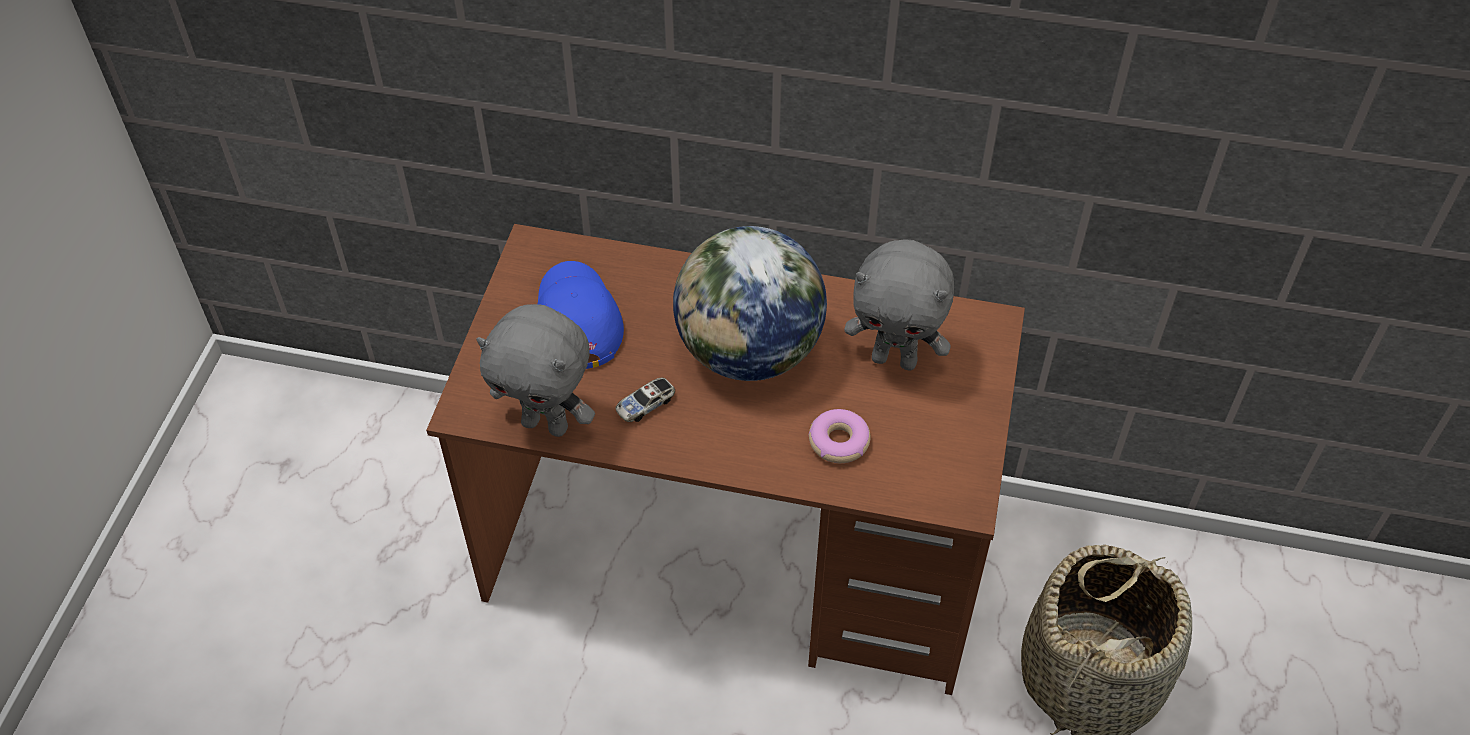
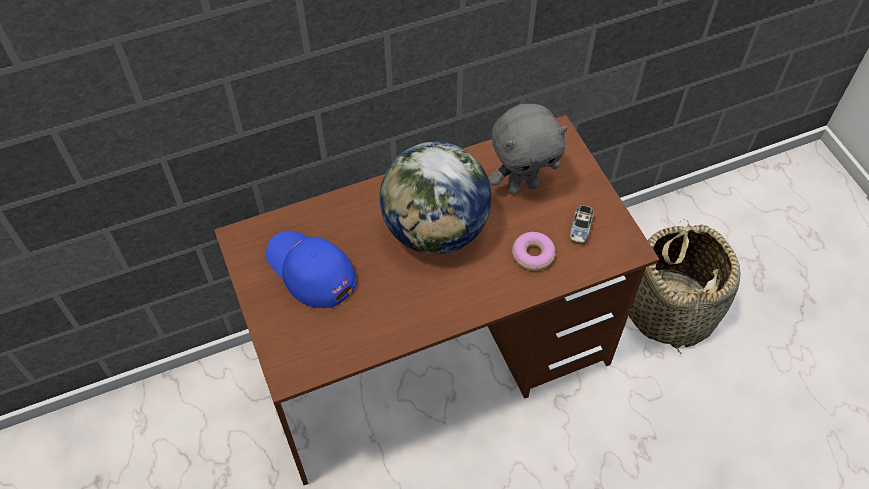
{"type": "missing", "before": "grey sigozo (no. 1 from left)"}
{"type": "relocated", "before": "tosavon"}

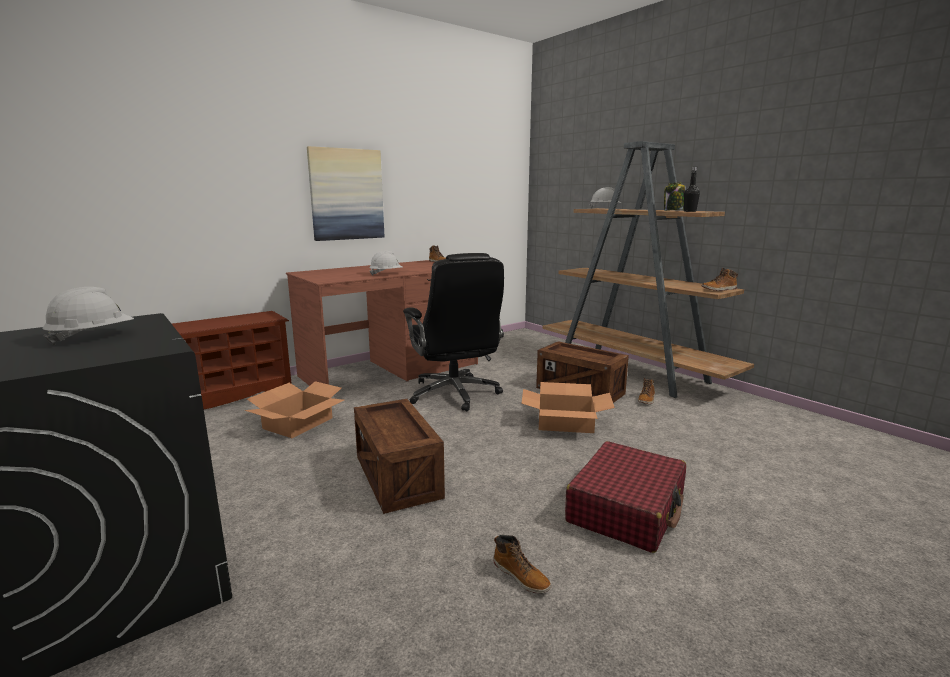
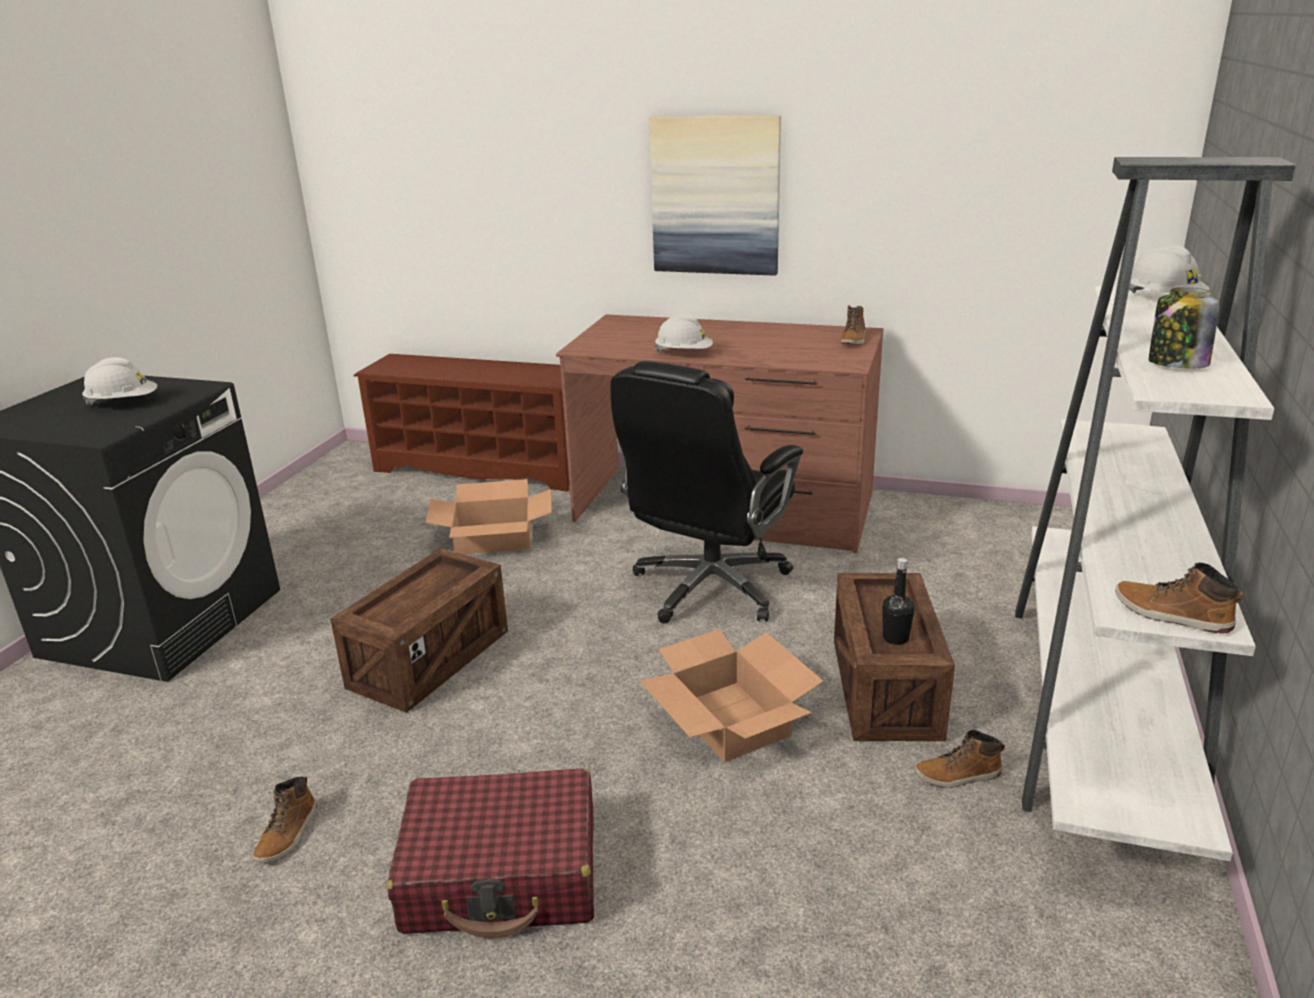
{"type": "relocated", "before": "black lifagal"}
{"type": "colour", "before": "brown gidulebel", "after": "white gidulebel"}

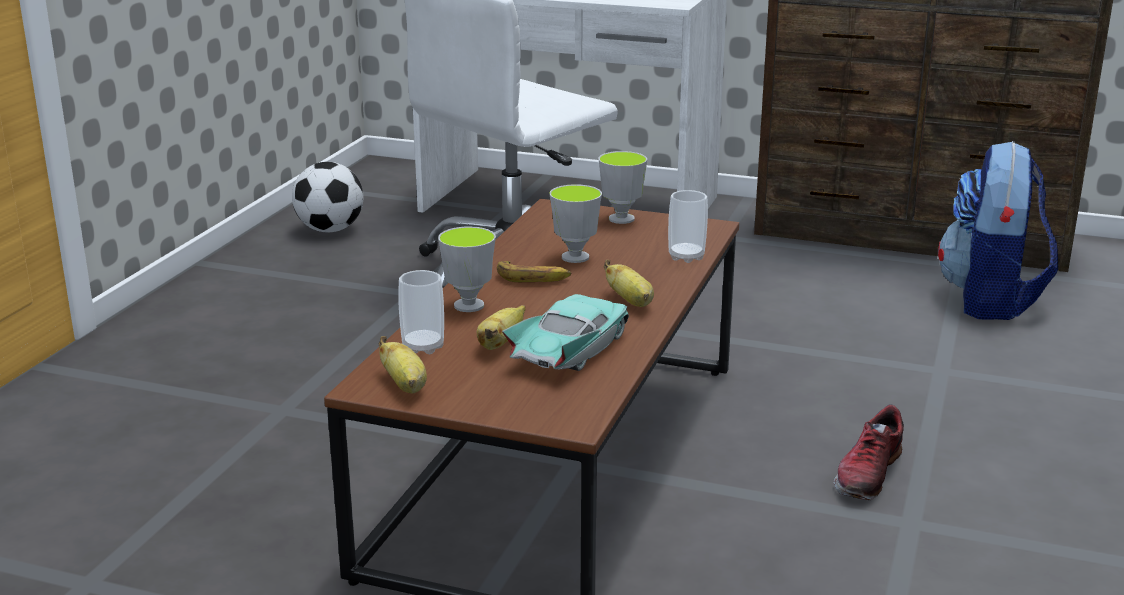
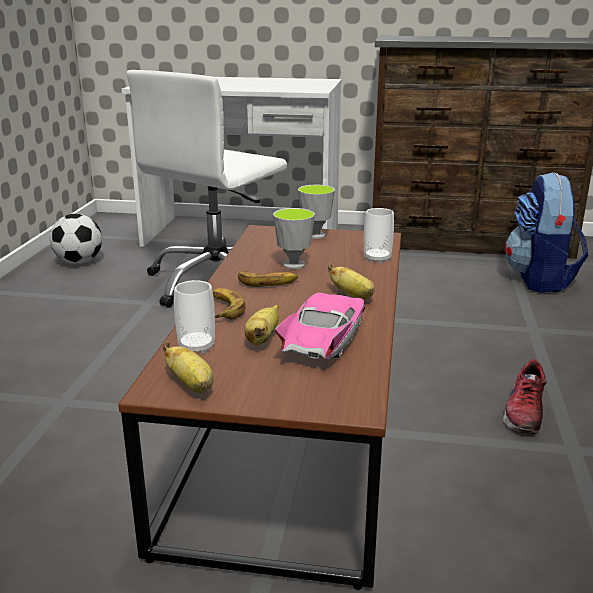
{"type": "exchanged", "before": "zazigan (no. 2 from left)", "after": "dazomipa (no. 2 from left)"}
{"type": "colour", "before": "turquoise tosavon", "after": "pink tosavon"}

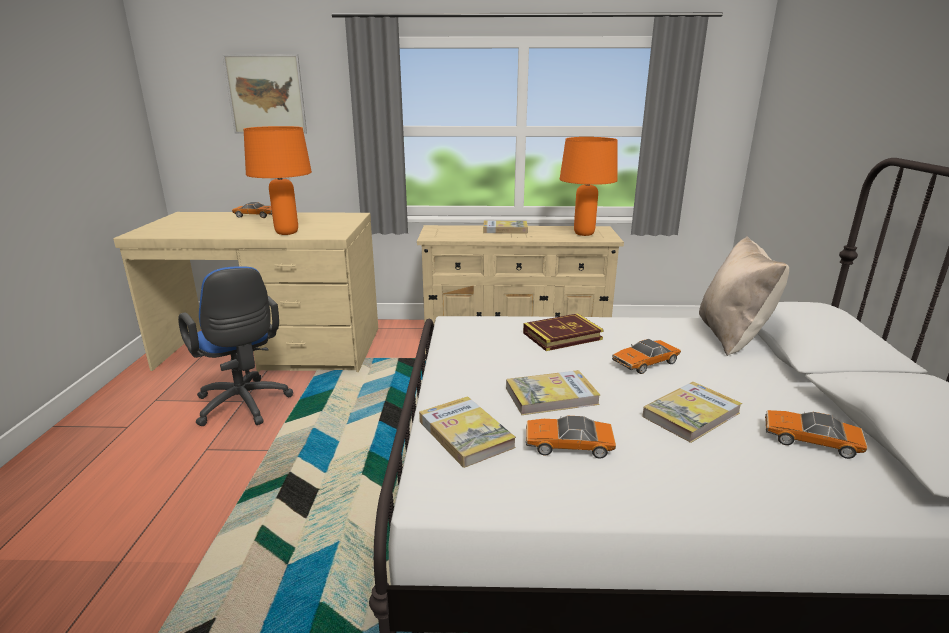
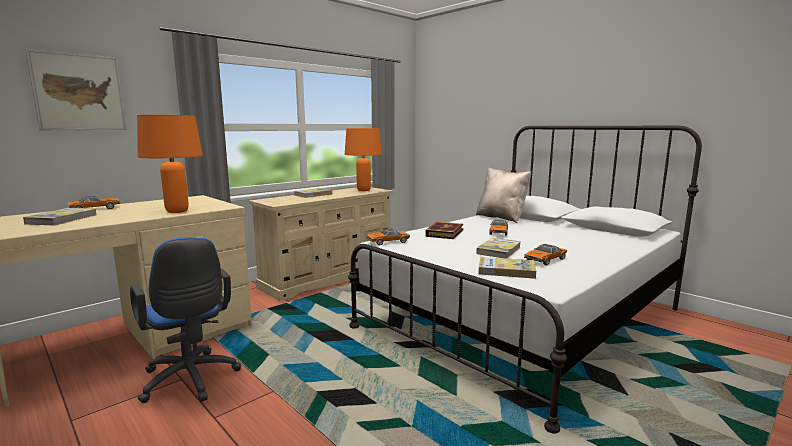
{"type": "relocated", "before": "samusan (no. 5 from left in the first image)", "after": "samusan (no. 1 from left)"}
{"type": "relocated", "before": "tosavon (no. 4 from left in the first image)", "after": "tosavon (no. 2 from left)"}
{"type": "spun", "before": "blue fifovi", "turn": 45}

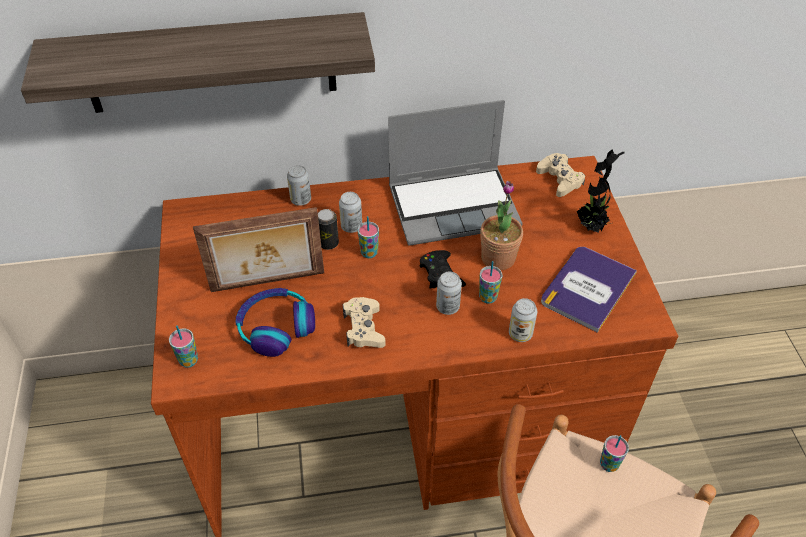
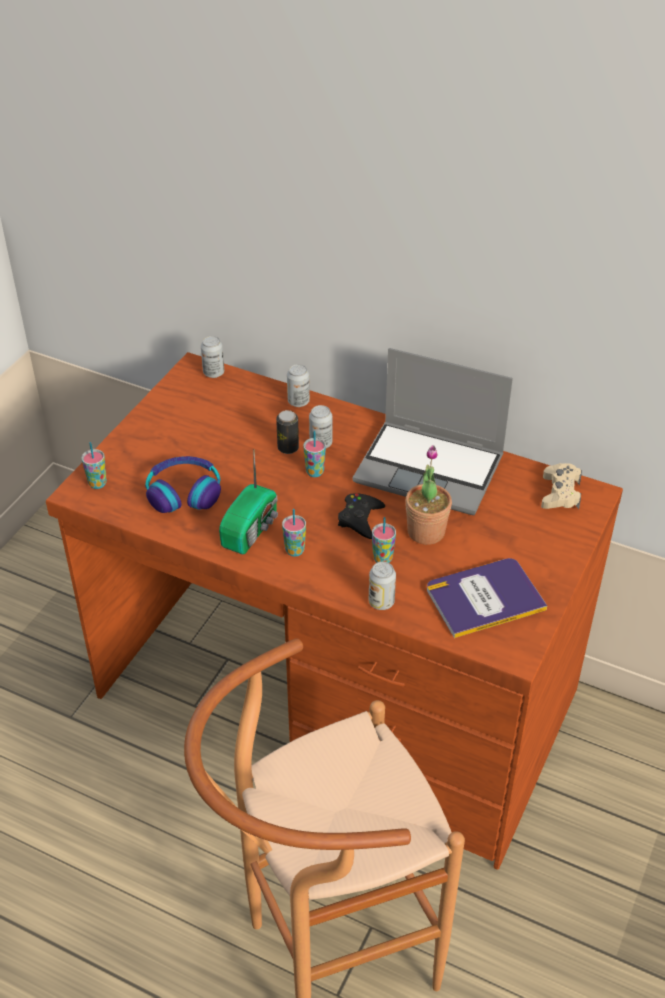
{"type": "missing", "before": "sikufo"}
{"type": "missing", "before": "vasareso"}
{"type": "missing", "before": "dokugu (no. 2 from left)"}
{"type": "relocated", "before": "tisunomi (no. 4 from left in the first image)", "after": "tisunomi (no. 1 from left)"}
{"type": "relocated", "before": "zazigan (no. 4 from left in the first image)", "after": "zazigan (no. 2 from left)"}
{"type": "exchanged", "before": "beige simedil (no. 1 from left)", "after": "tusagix"}

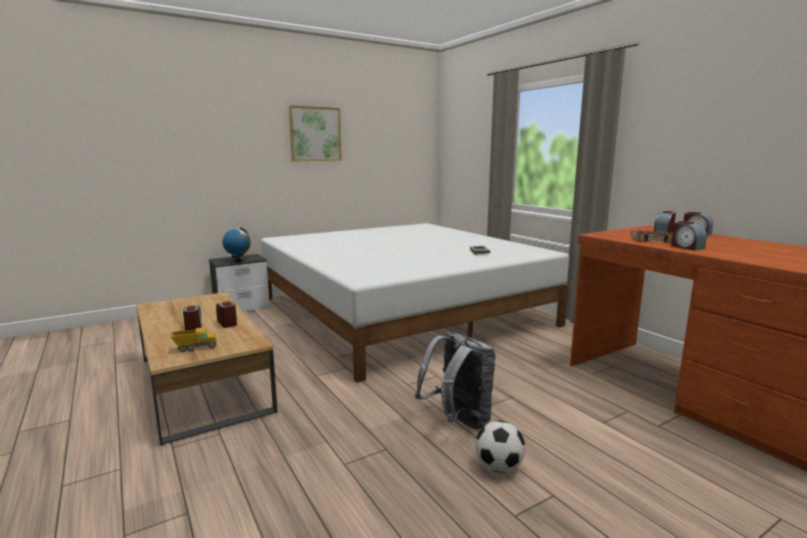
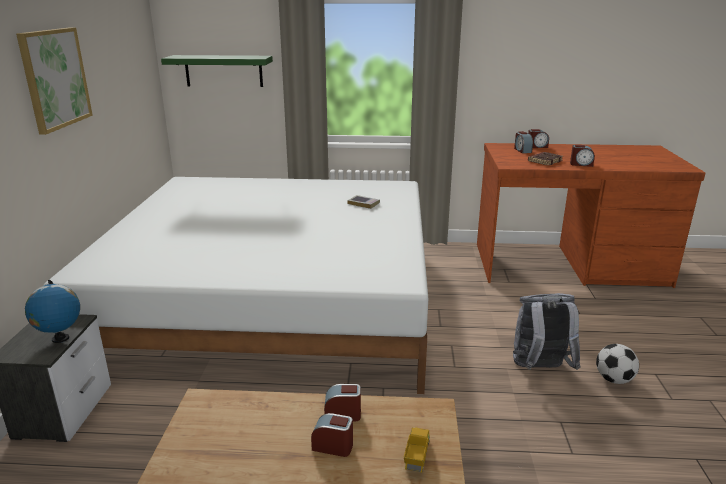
{"type": "appeared", "after": "green sikufo"}

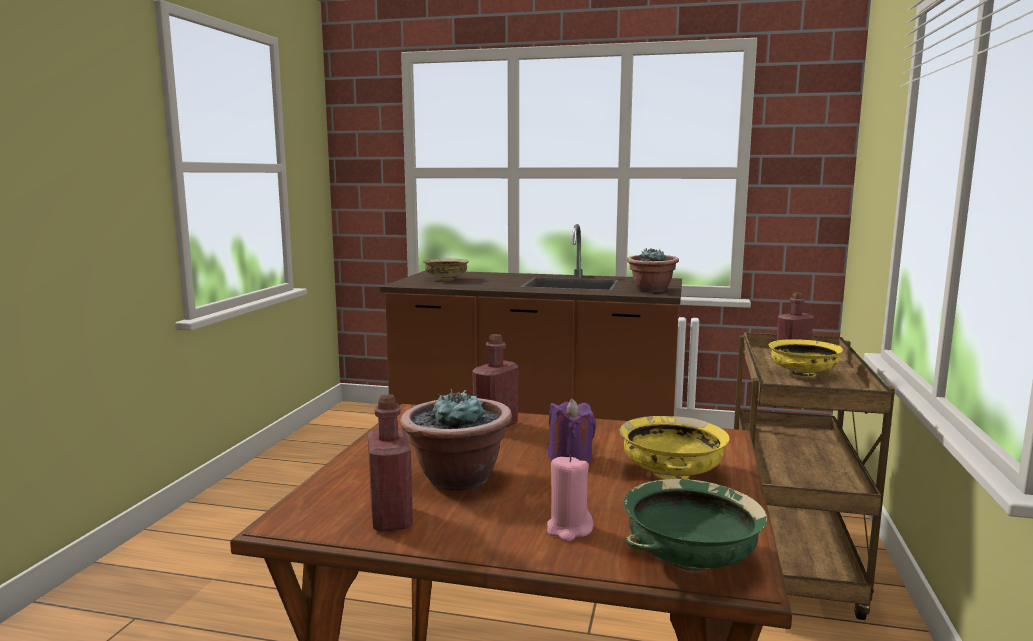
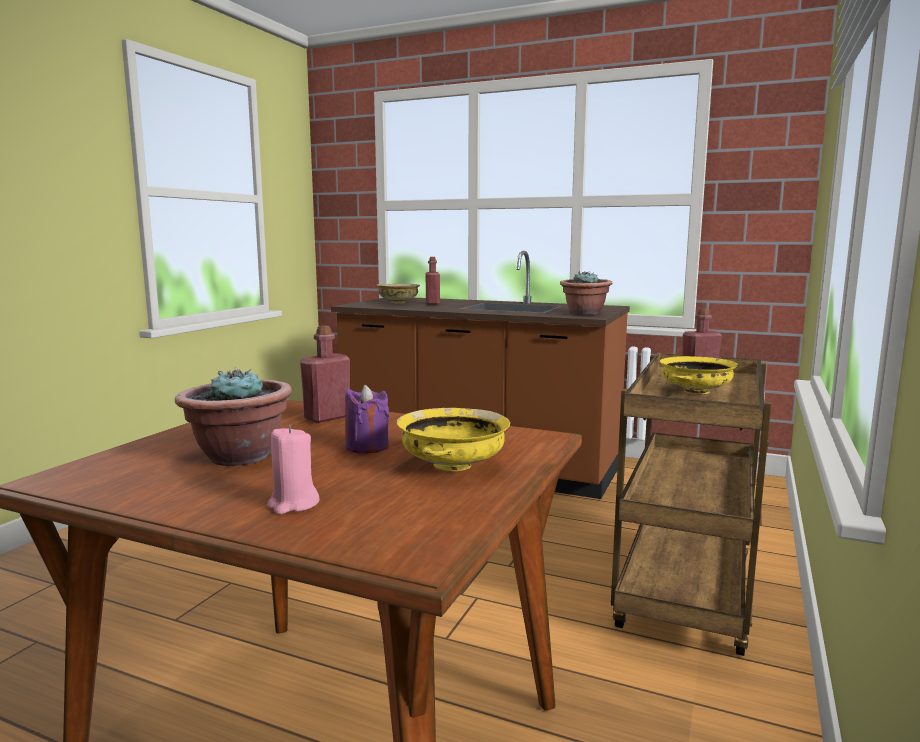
{"type": "missing", "before": "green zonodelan"}
{"type": "relocated", "before": "red lifagal (no. 1 from left in the first image)", "after": "red lifagal (no. 2 from left)"}

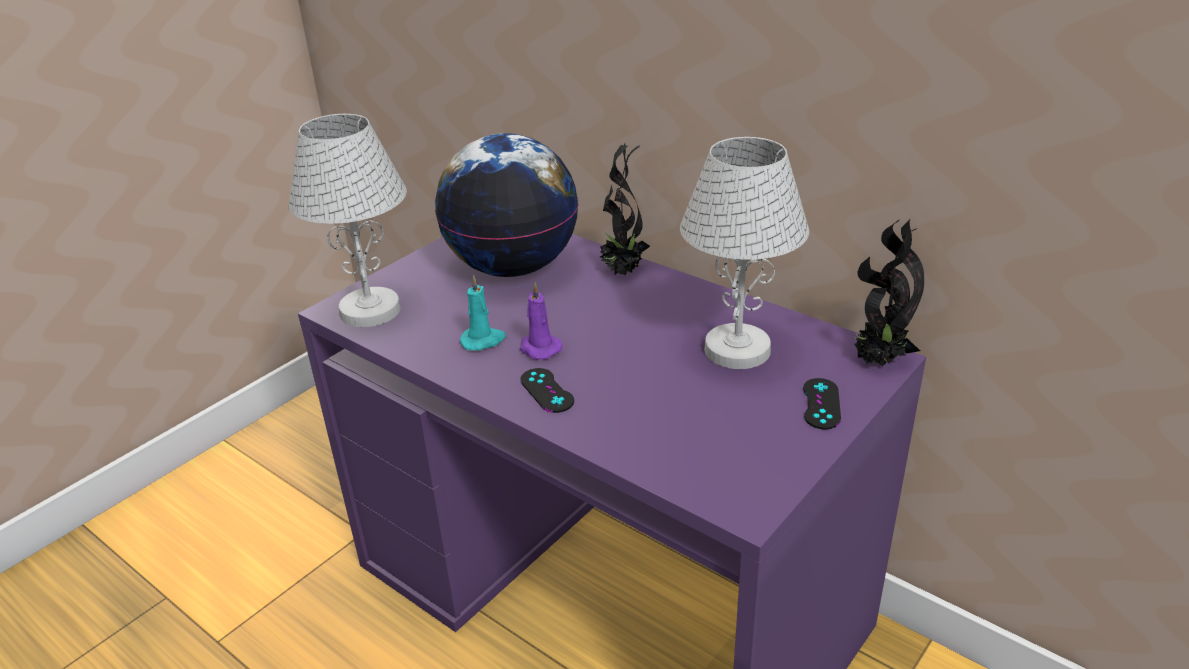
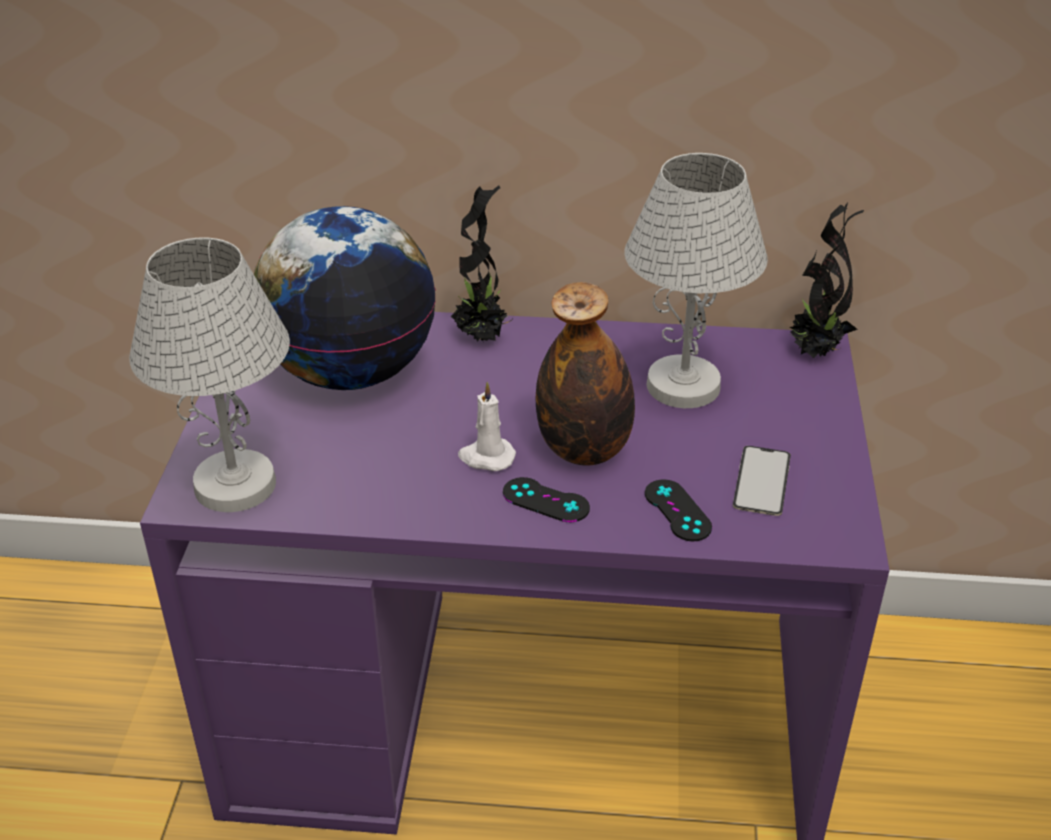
{"type": "missing", "before": "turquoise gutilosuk"}
{"type": "appeared", "after": "lifagal"}
{"type": "appeared", "after": "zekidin"}
{"type": "relocated", "before": "black simedil (no. 2 from left)"}
{"type": "colour", "before": "purple gutilosuk", "after": "white gutilosuk"}

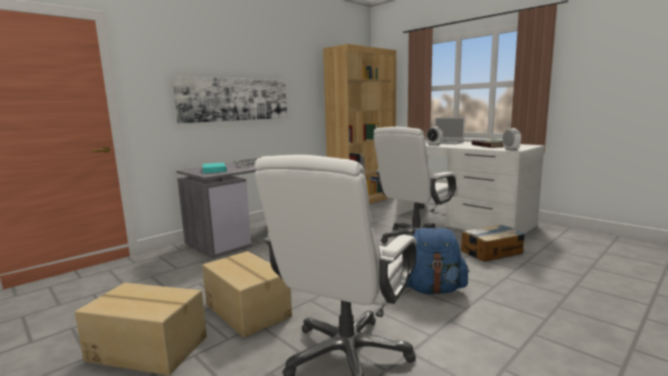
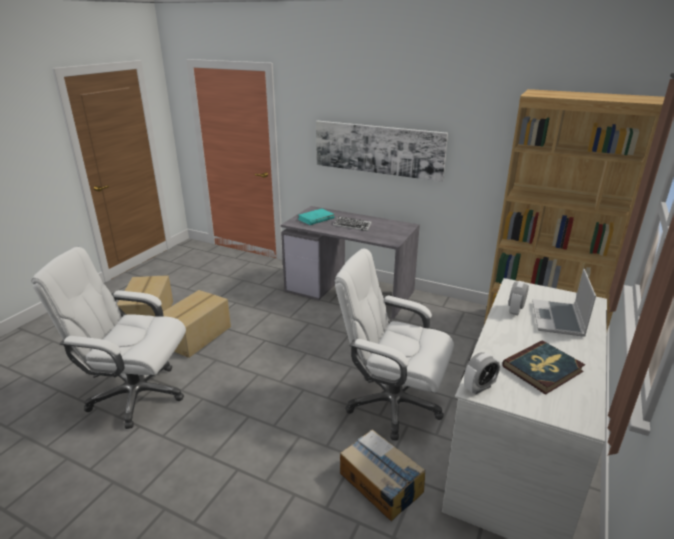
{"type": "missing", "before": "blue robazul"}

